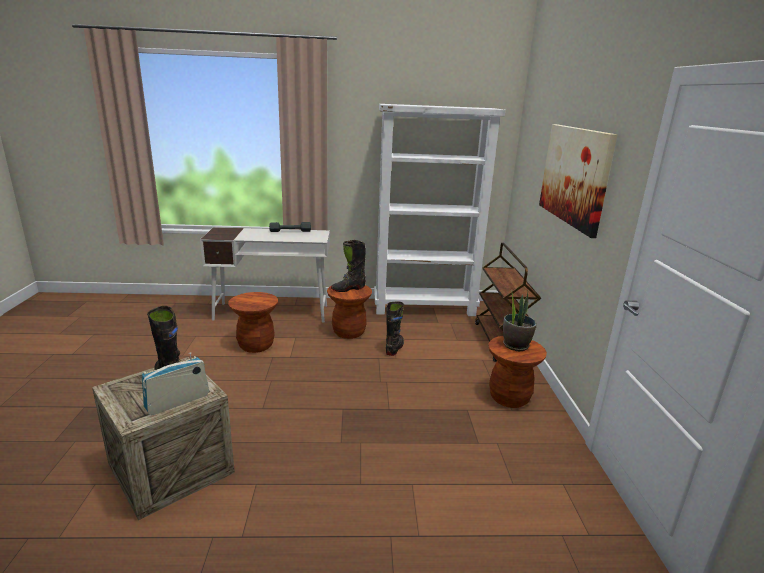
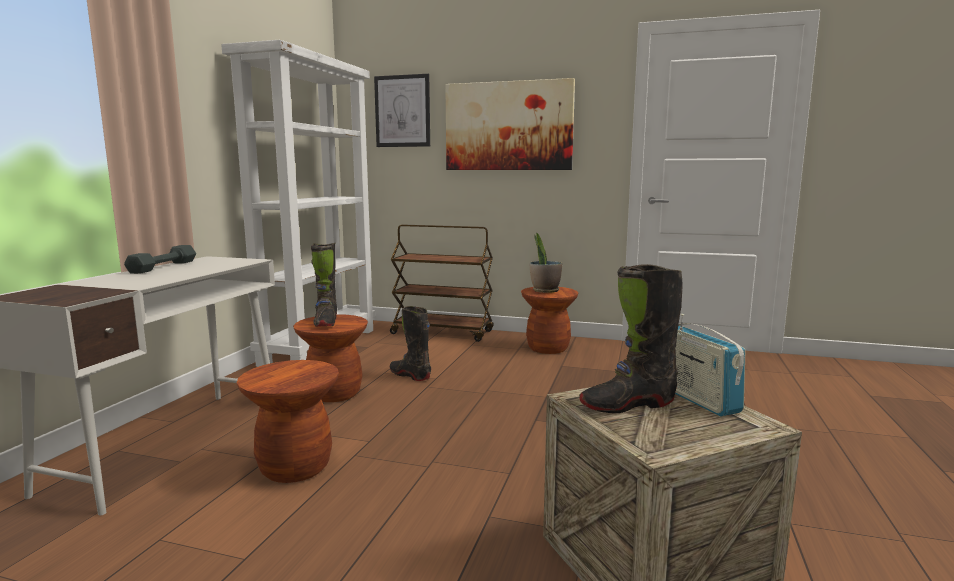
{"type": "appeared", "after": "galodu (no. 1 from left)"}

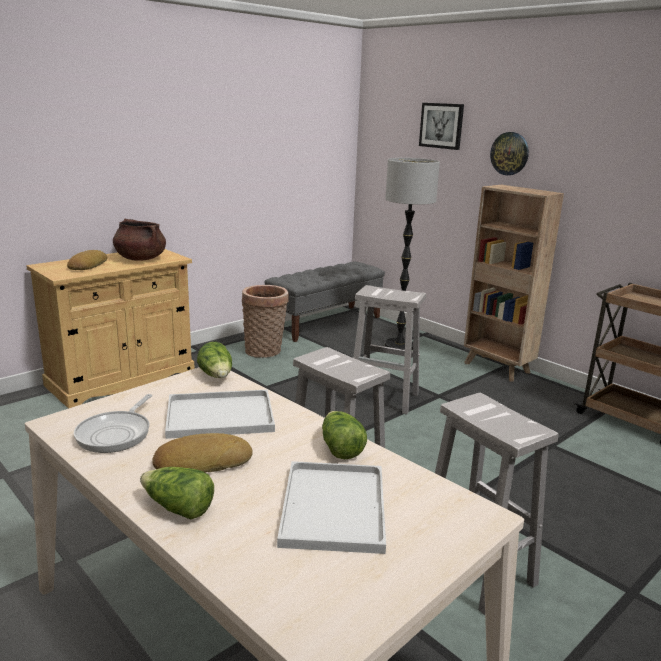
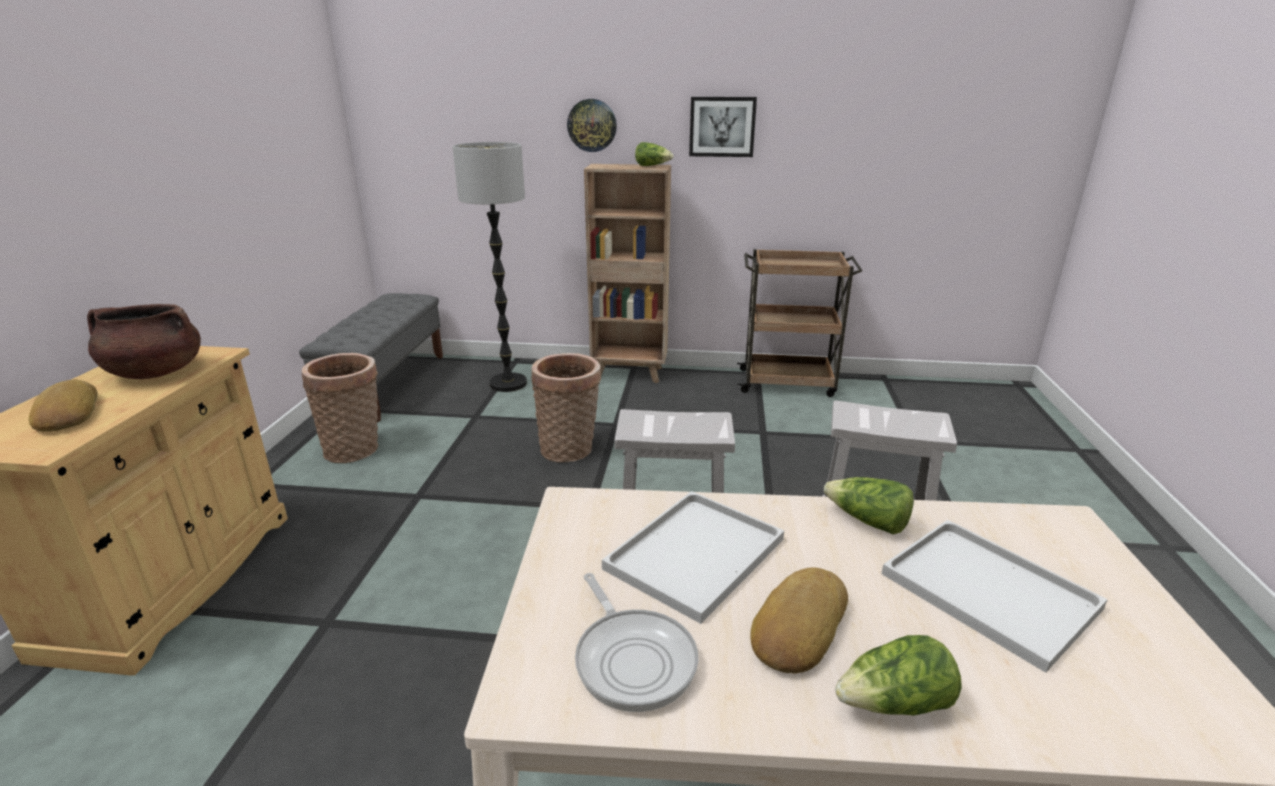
{"type": "relocated", "before": "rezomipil (no. 2 from left in the first image)", "after": "rezomipil (no. 1 from left)"}
{"type": "relocated", "before": "galodu"}
{"type": "exchanged", "before": "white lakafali (no. 2 from left)", "after": "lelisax (no. 2 from left)"}

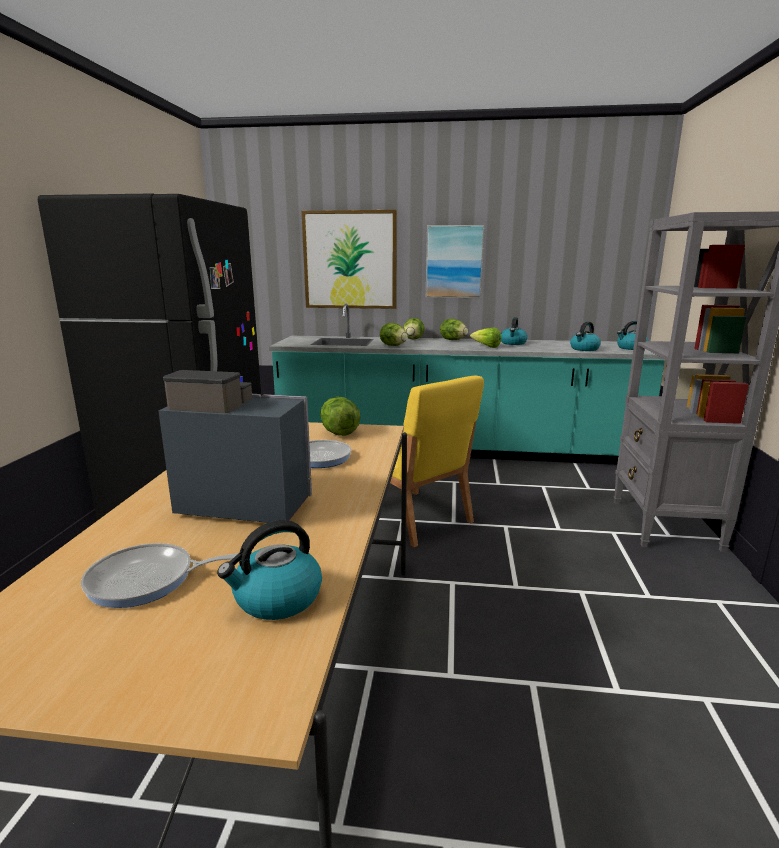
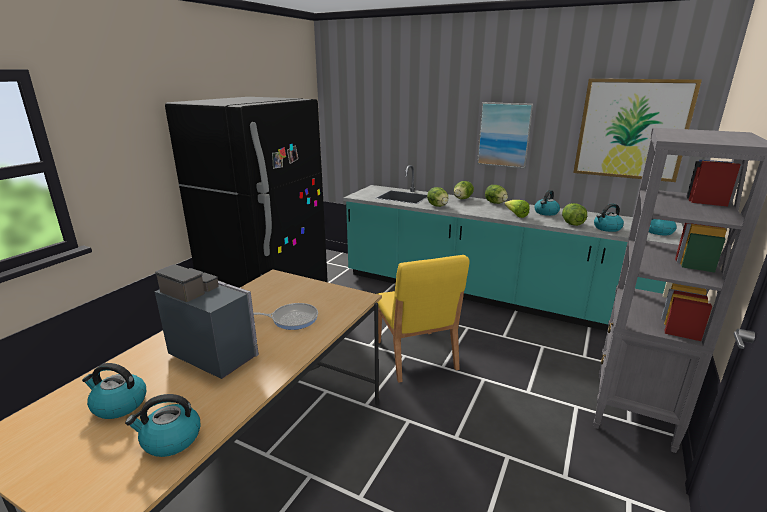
{"type": "relocated", "before": "galodu (no. 1 from left in the first image)", "after": "galodu (no. 2 from left)"}
{"type": "relocated", "before": "rezomipil (no. 1 from left in the first image)", "after": "rezomipil (no. 5 from left)"}
{"type": "exchanged", "before": "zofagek (no. 1 from left)", "after": "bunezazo (no. 1 from left)"}

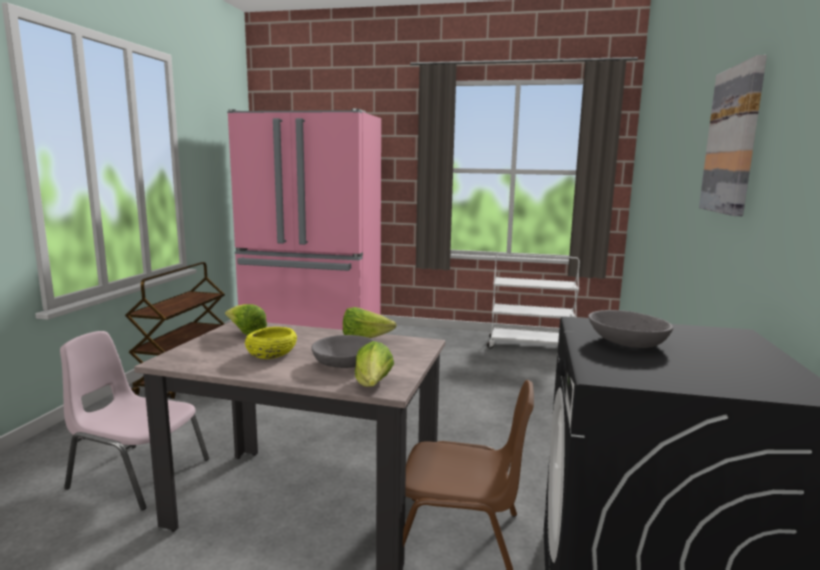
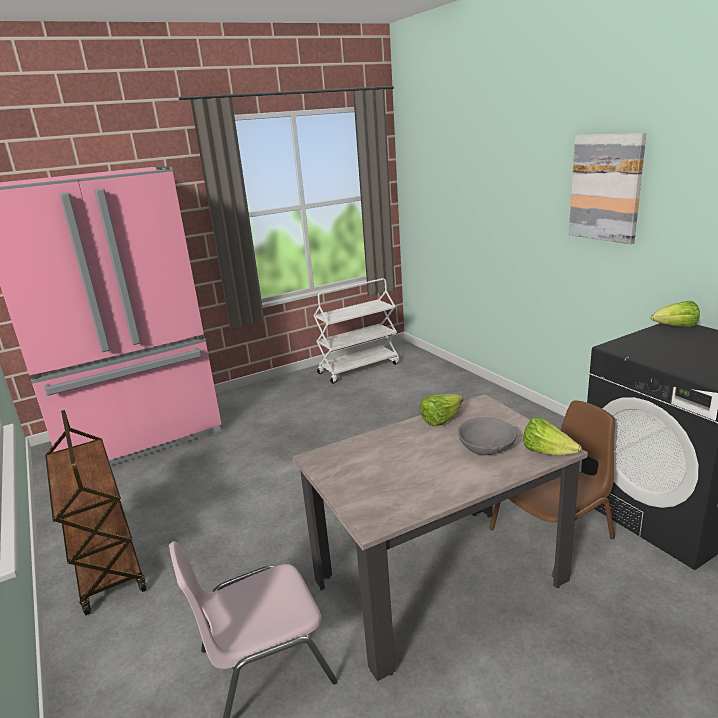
{"type": "missing", "before": "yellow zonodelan"}
{"type": "missing", "before": "grey zonodelan (no. 2 from left)"}
{"type": "relocated", "before": "rezomipil (no. 1 from left in the first image)", "after": "rezomipil (no. 3 from left)"}

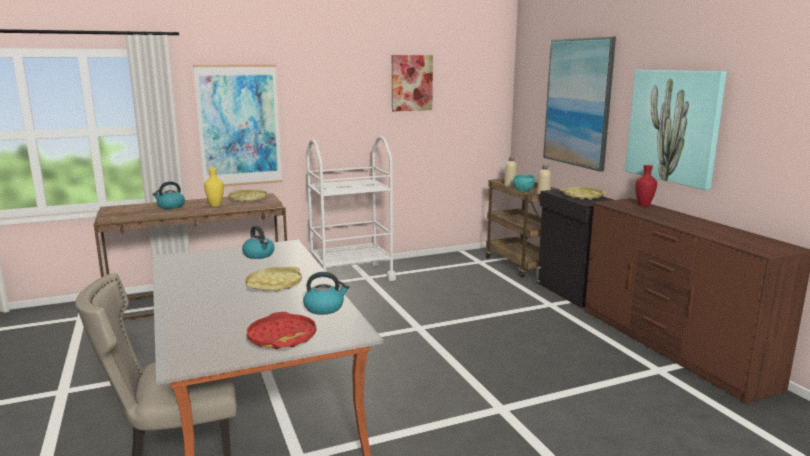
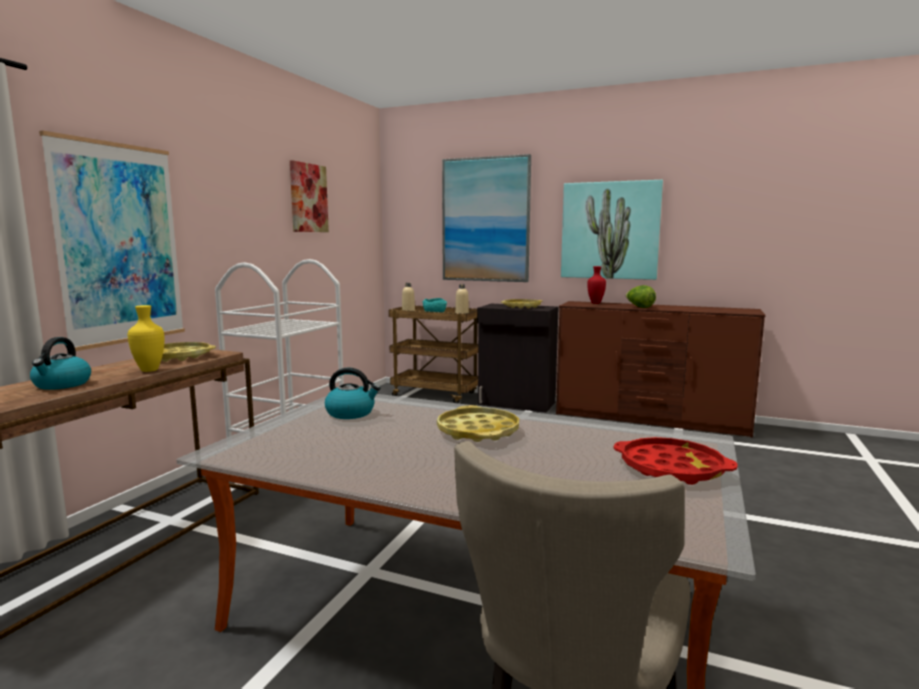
{"type": "missing", "before": "bunezazo (no. 3 from left)"}
{"type": "appeared", "after": "rezomipil"}

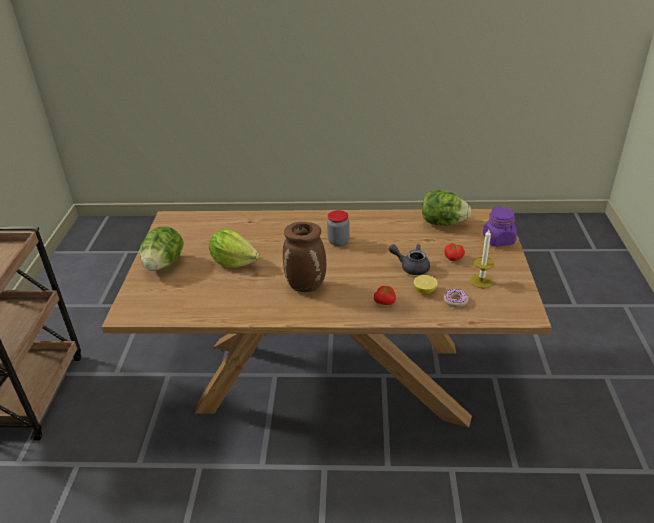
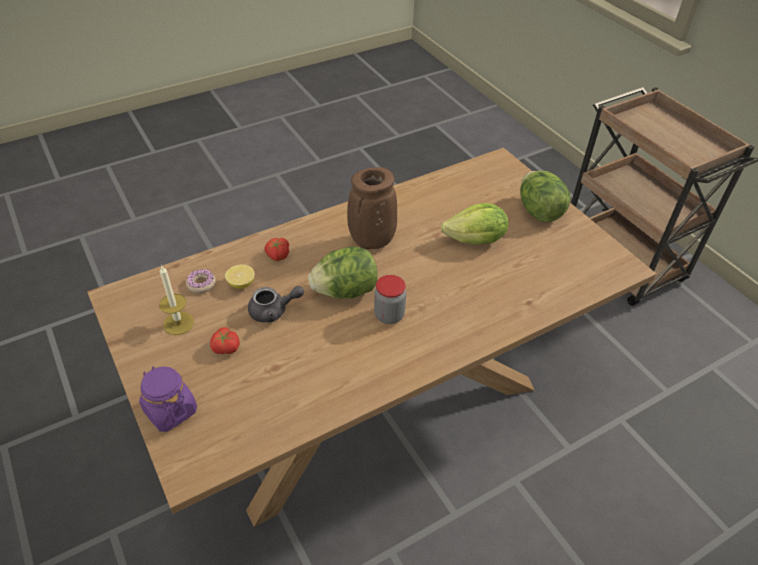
{"type": "relocated", "before": "rezomipil (no. 3 from left in the first image)", "after": "rezomipil (no. 1 from left)"}

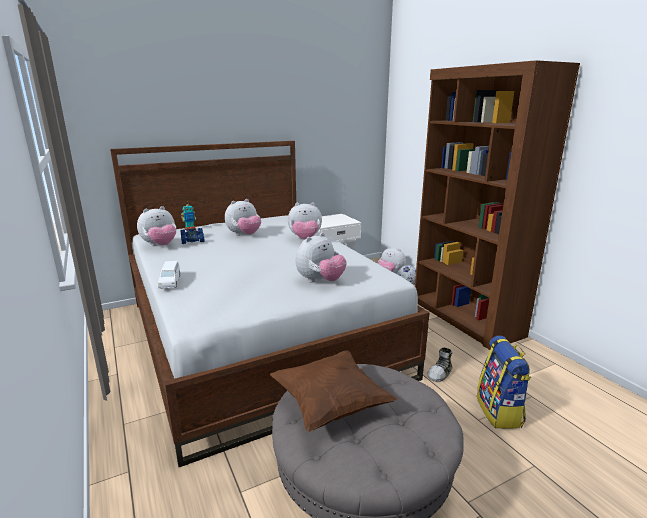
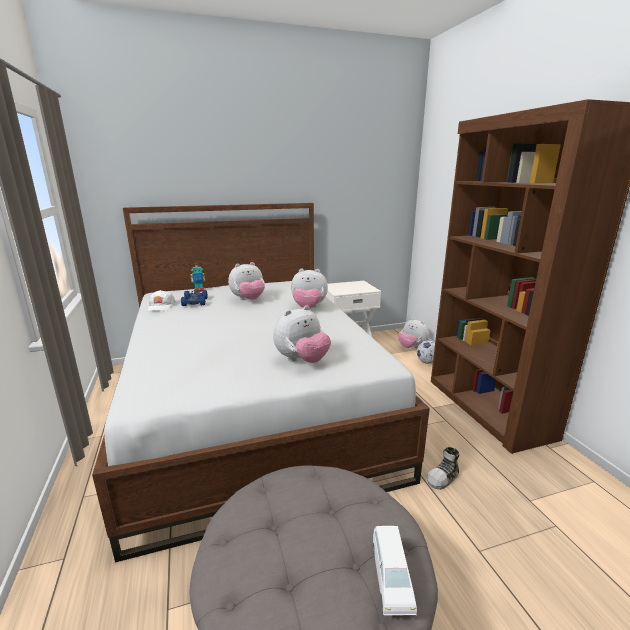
{"type": "missing", "before": "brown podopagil"}
{"type": "missing", "before": "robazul"}
{"type": "relocated", "before": "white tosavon"}
{"type": "exchanged", "before": "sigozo (no. 1 from left)", "after": "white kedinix"}

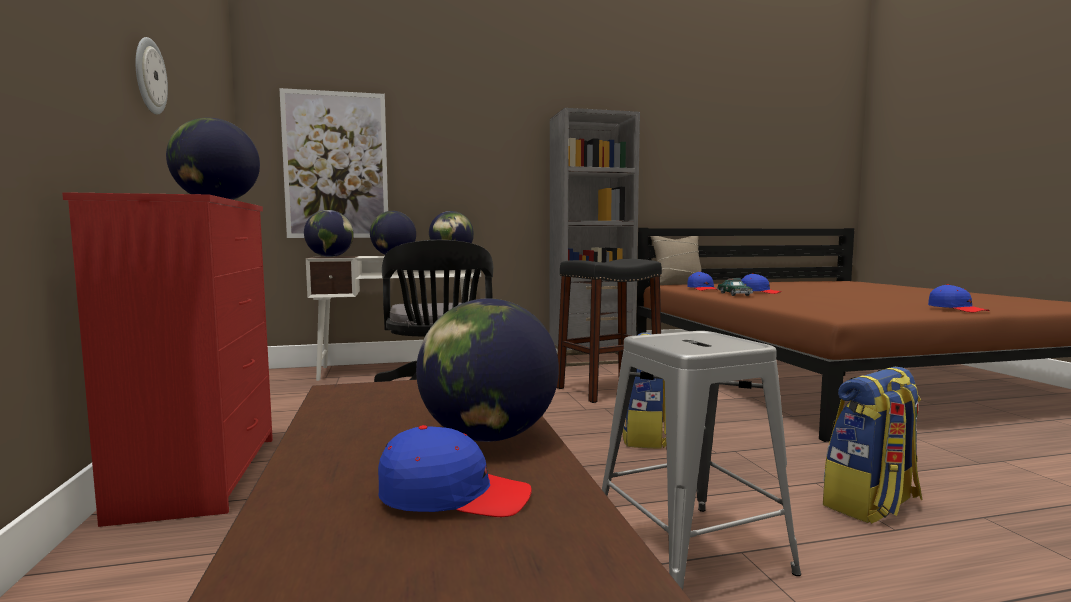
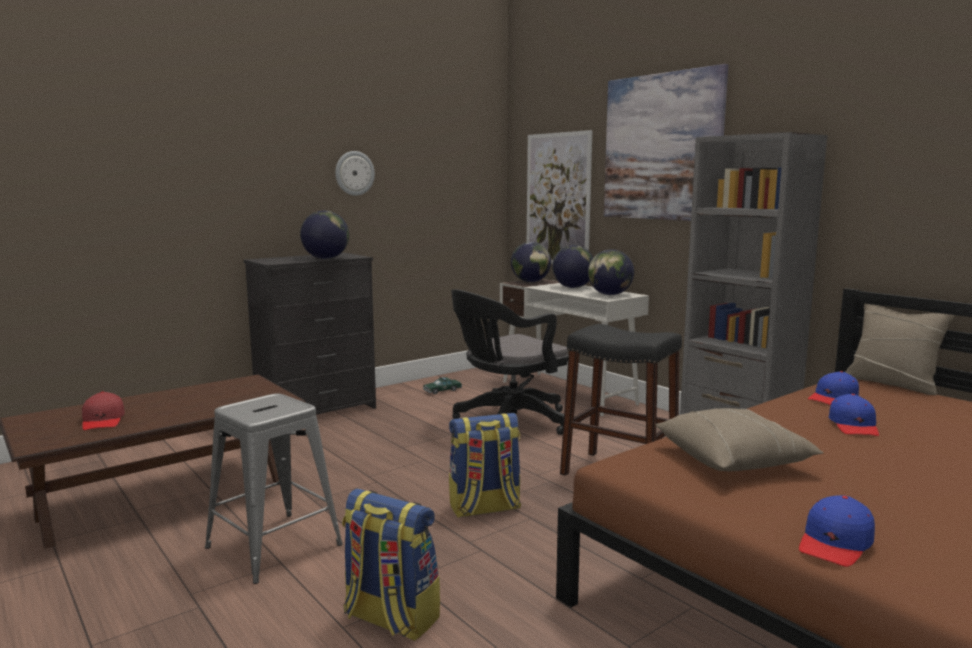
{"type": "missing", "before": "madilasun (no. 5 from left)"}
{"type": "appeared", "after": "galodu (no. 2 from left)"}
{"type": "appeared", "after": "beige podopagil (no. 1 from left)"}
{"type": "relocated", "before": "tosavon"}
{"type": "colour", "before": "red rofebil", "after": "black rofebil"}
{"type": "colour", "before": "blue kedinix (no. 1 from left)", "after": "red kedinix"}

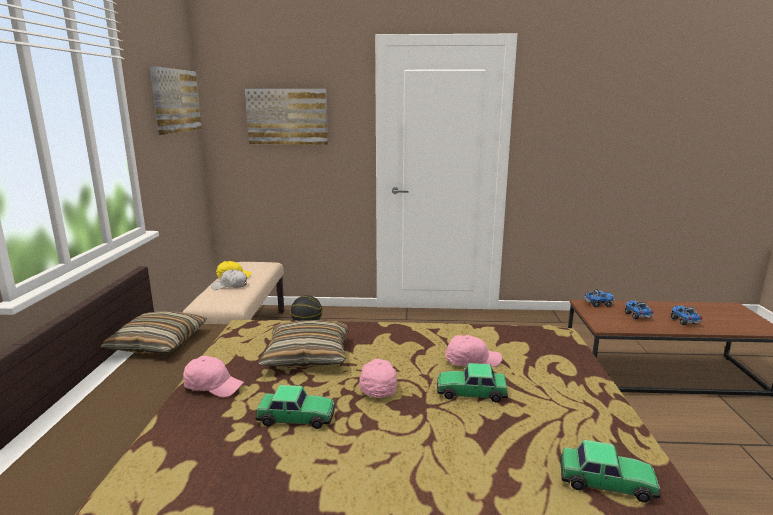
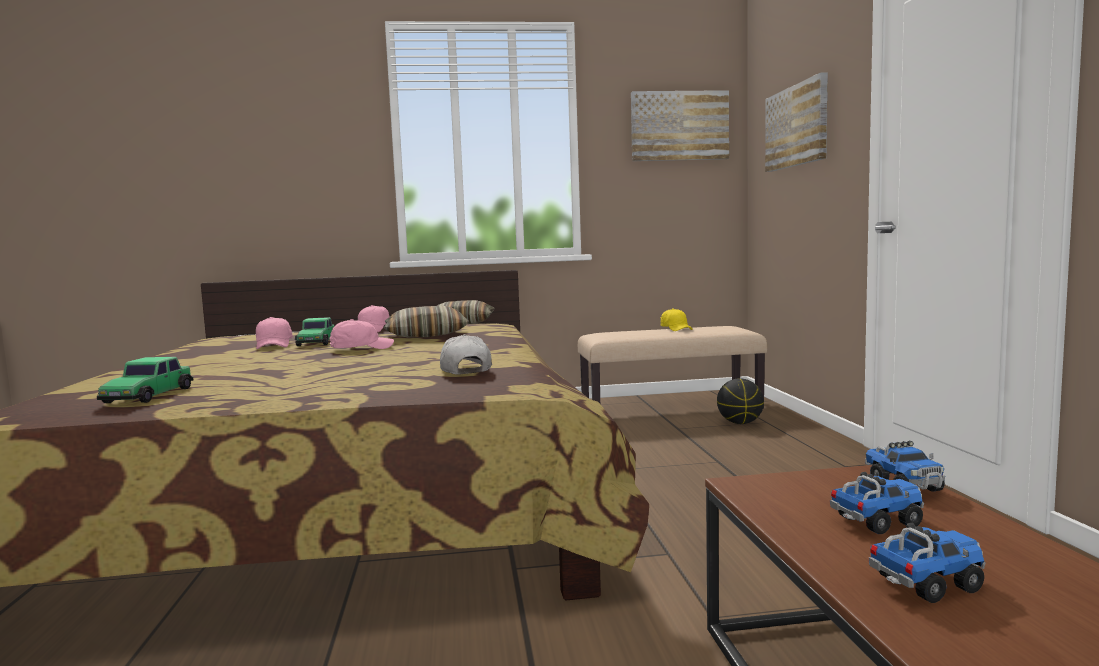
{"type": "missing", "before": "tosavon (no. 2 from left)"}
{"type": "relocated", "before": "white kedinix"}
{"type": "relocated", "before": "pink kedinix (no. 3 from left in the first image)", "after": "pink kedinix (no. 1 from left)"}

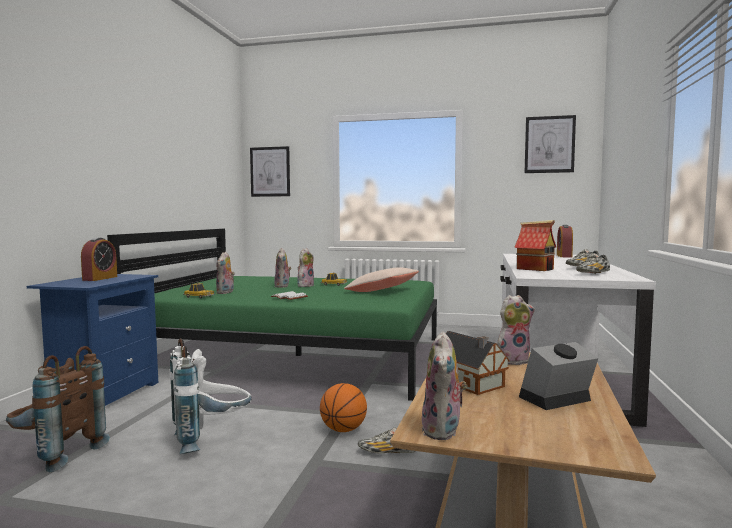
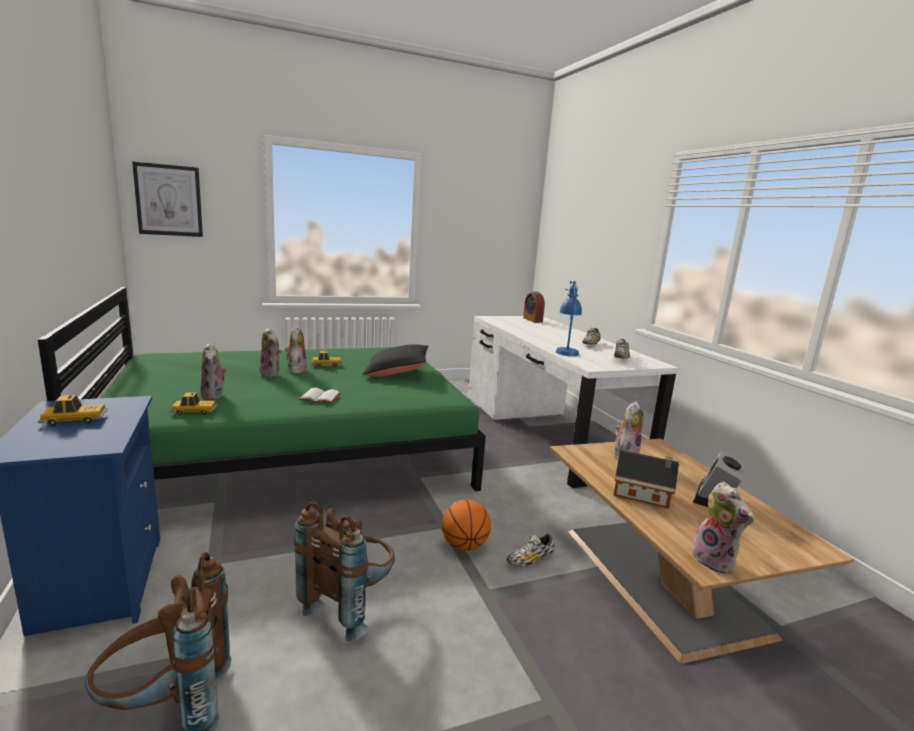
{"type": "missing", "before": "galodu (no. 2 from left)"}
{"type": "exchanged", "before": "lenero (no. 1 from left)", "after": "tosavon (no. 1 from left)"}
{"type": "exchanged", "before": "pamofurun (no. 2 from left)", "after": "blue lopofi"}
{"type": "colour", "before": "white robazul", "after": "brown robazul (no. 2 from left)"}
{"type": "colour", "before": "beige podopagil", "after": "black podopagil"}

